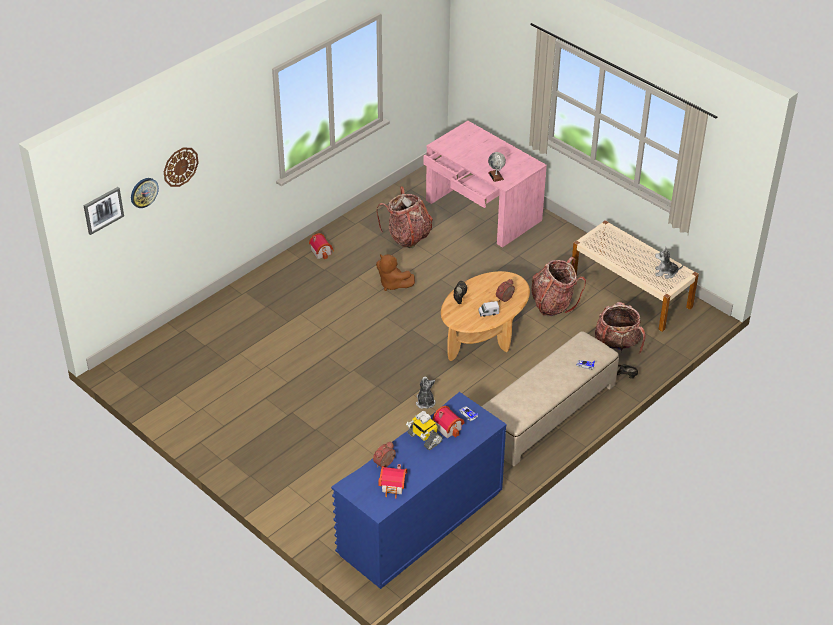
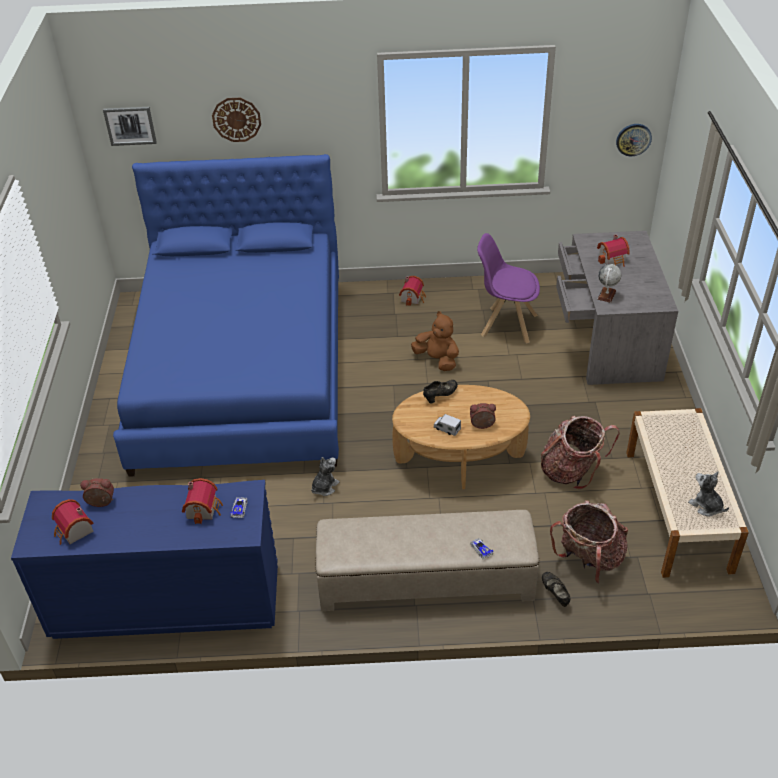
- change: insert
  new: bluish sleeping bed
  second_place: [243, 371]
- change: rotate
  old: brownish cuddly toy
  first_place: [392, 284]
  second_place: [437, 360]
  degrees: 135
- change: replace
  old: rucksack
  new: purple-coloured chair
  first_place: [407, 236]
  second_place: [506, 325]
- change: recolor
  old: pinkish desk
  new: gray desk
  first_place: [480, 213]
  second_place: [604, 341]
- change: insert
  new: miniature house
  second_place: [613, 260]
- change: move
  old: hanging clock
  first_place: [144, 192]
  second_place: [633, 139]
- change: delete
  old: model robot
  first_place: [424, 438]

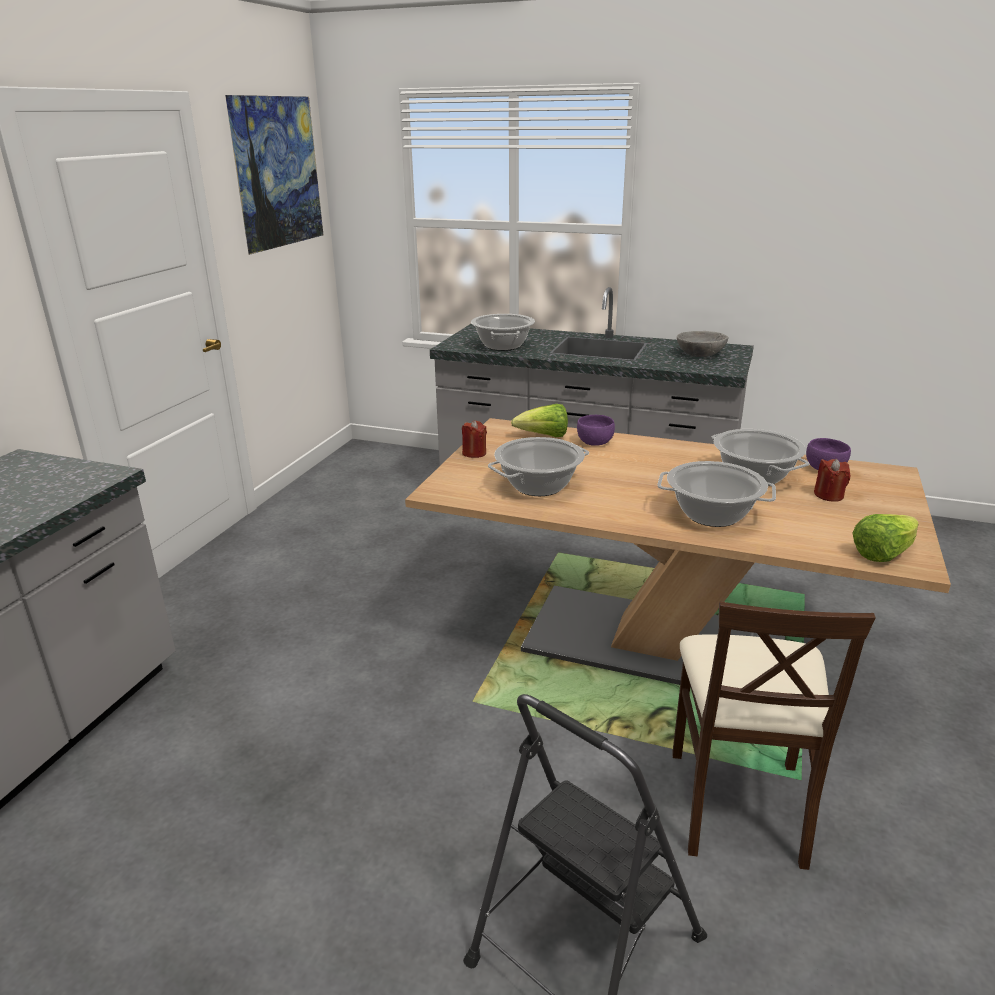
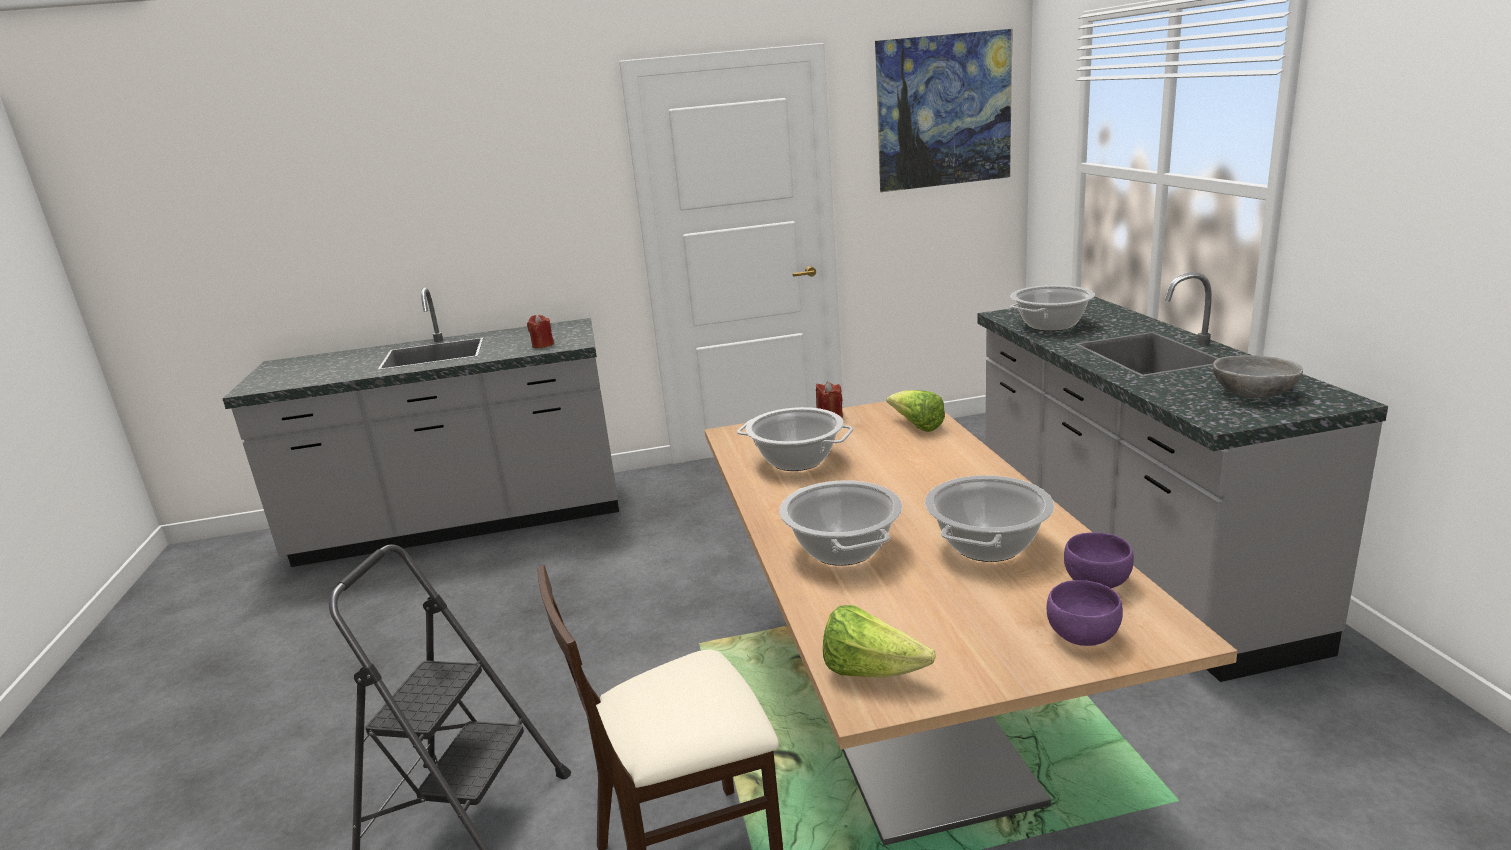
- change: move
  old: red-coloured candle
  first_place: [829, 495]
  second_place: [542, 345]
- change: move
  old: purple-coloured serving bowl
  first_place: [595, 442]
  second_place: [1082, 635]

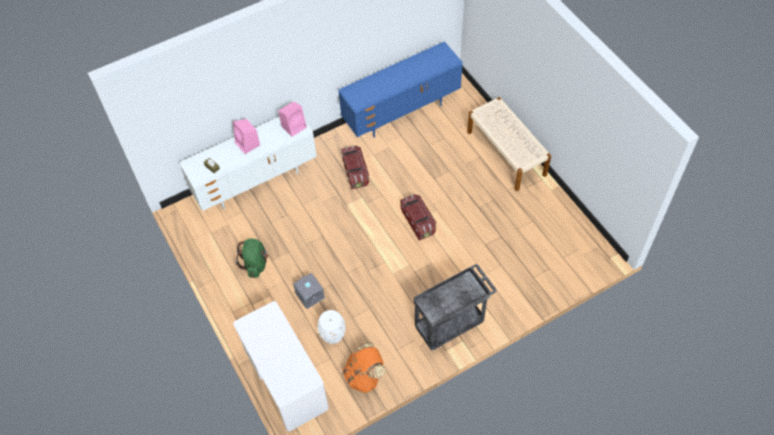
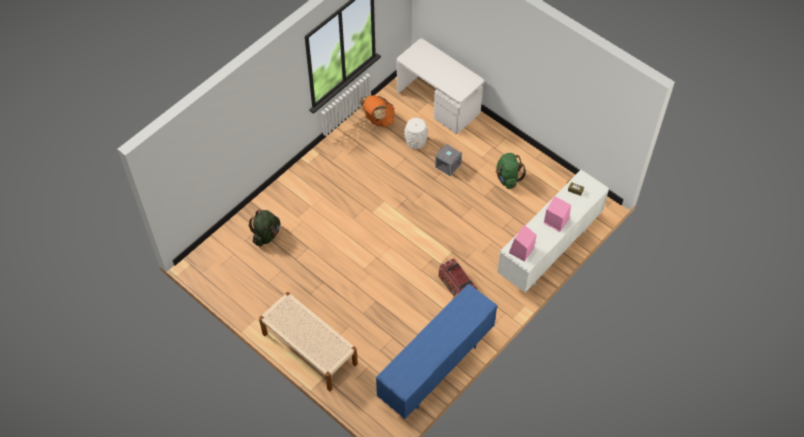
- change: insert
  new: green-coloured rucksack
  second_place: [266, 235]
- change: delete
  old: storage box
  first_place: [418, 222]
- change: delete
  old: gray wheeled cart
  first_place: [452, 325]

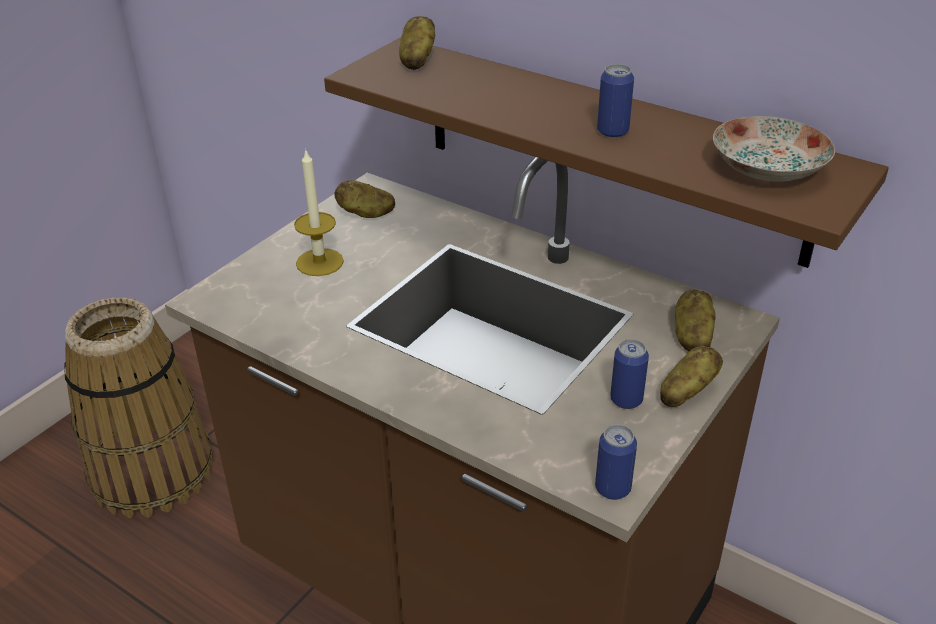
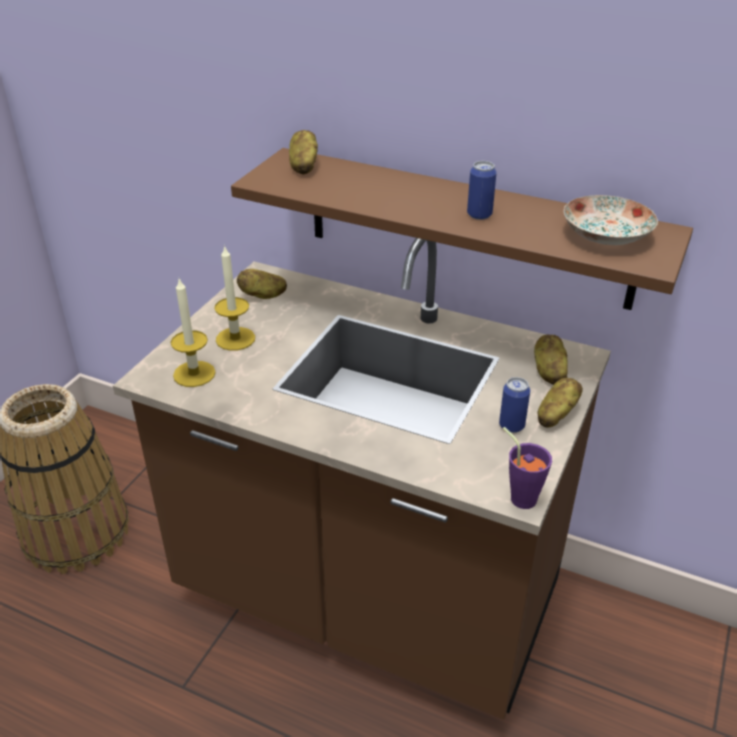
- change: insert
  new: candle
  second_place: [194, 374]
- change: replace
  old: sealed can
  new: purple-coloured cup
  first_place: [612, 488]
  second_place: [519, 495]

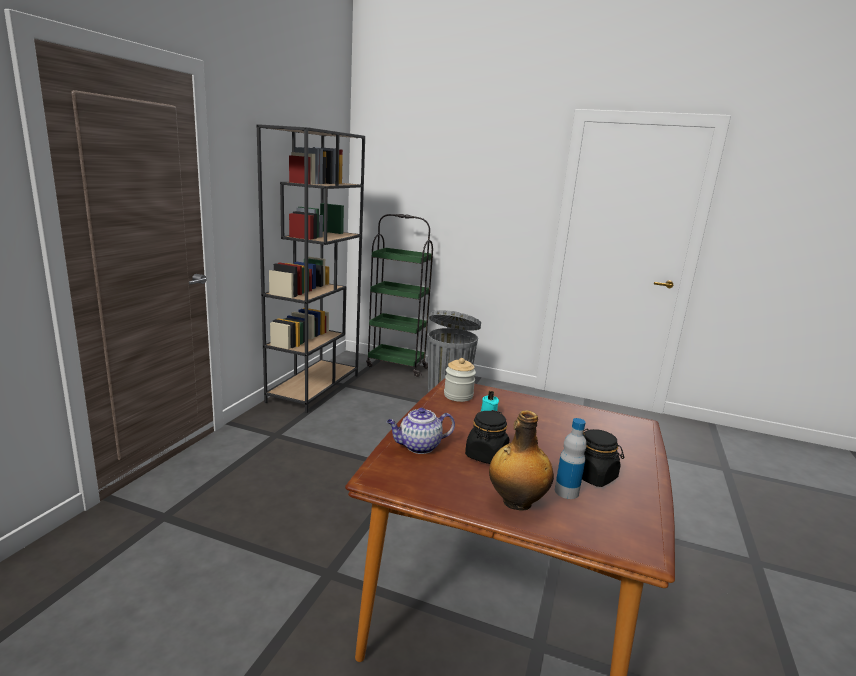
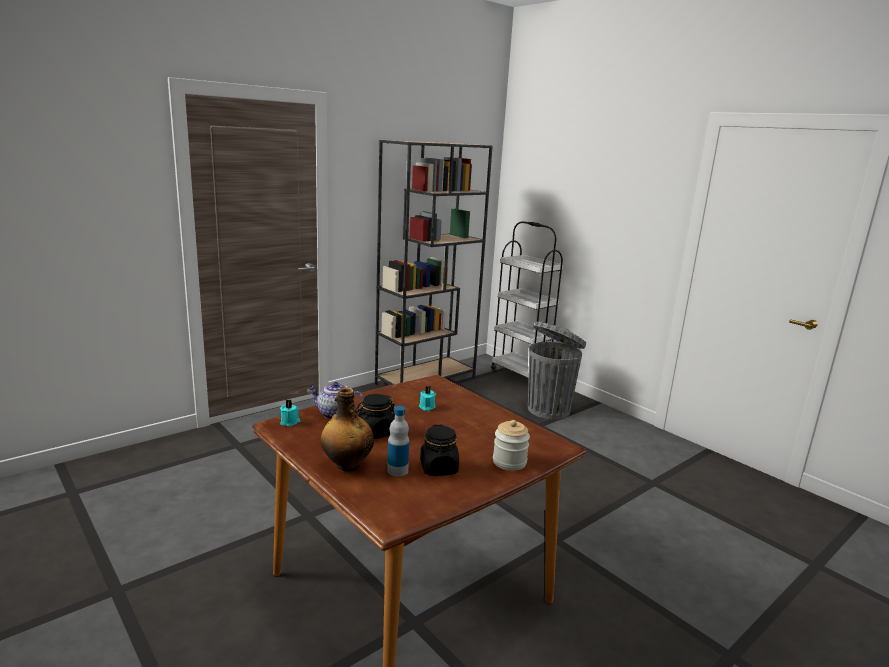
- change: insert
  new: turquoise candle
  second_place: [290, 422]
- change: recolor
  old: green-coloured wheeled cart
  new: white wheeled cart
  first_place: [397, 367]
  second_place: [520, 377]
- change: move
  old: storage jar
  first_place: [458, 396]
  second_place: [509, 462]

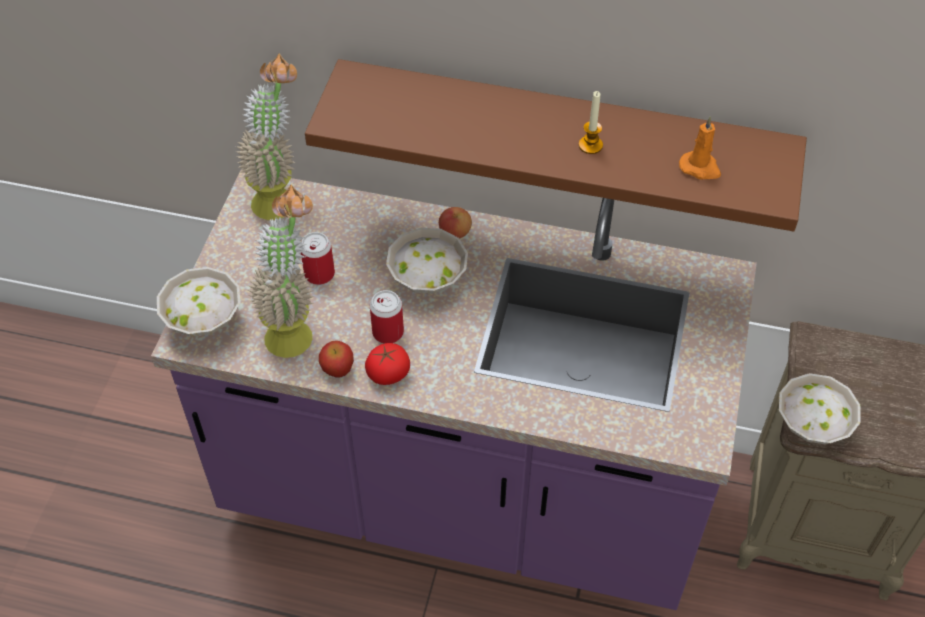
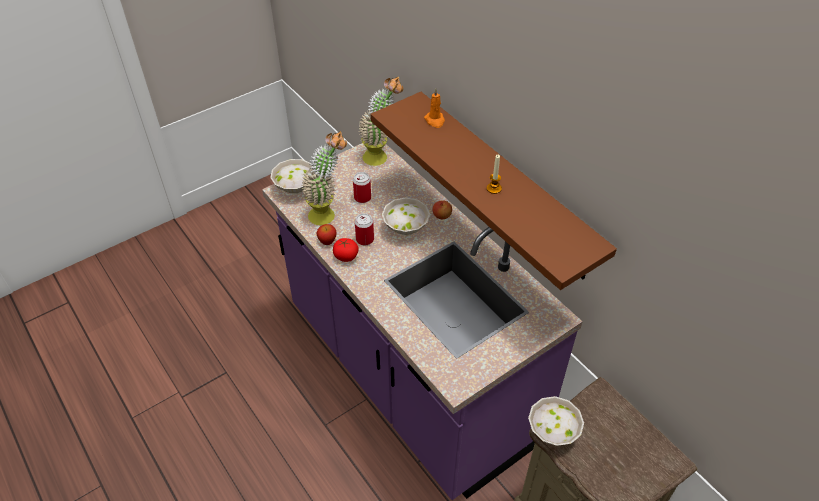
- change: move
  old: orangey candle
  first_place: [700, 168]
  second_place: [435, 121]

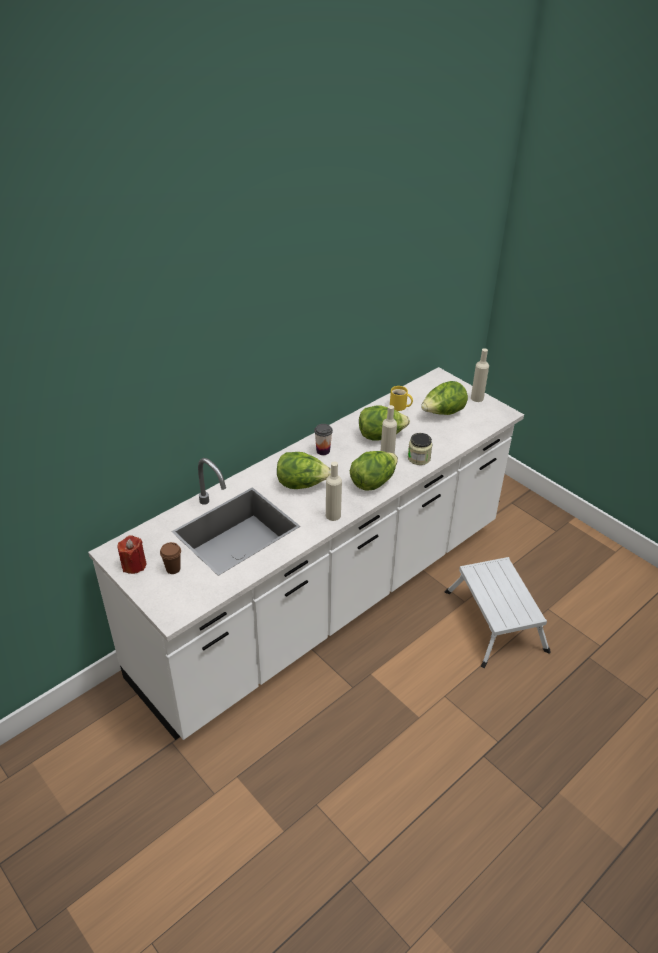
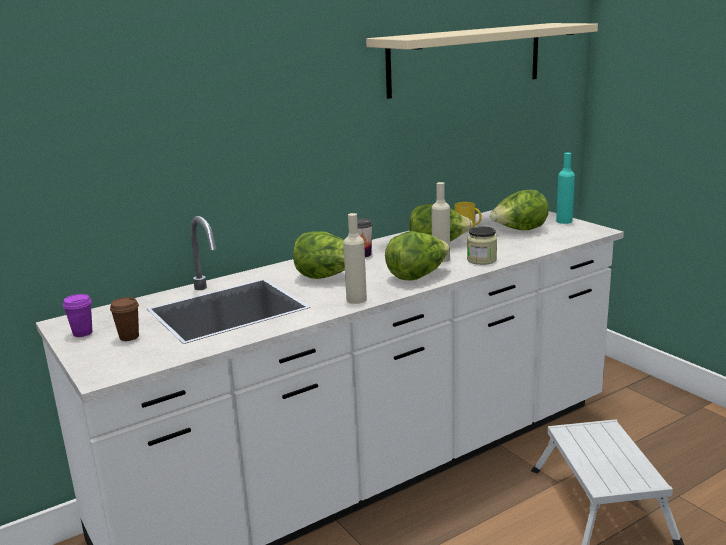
- change: replace
  old: red-coloured candle
  new: purple-coloured cup
  first_place: [134, 565]
  second_place: [82, 333]
- change: insert
  new: beige bracket shelf
  second_place: [466, 59]
- change: recolor
  old: beige drink bottle
  new: turquoise drink bottle
  first_place: [477, 398]
  second_place: [564, 221]

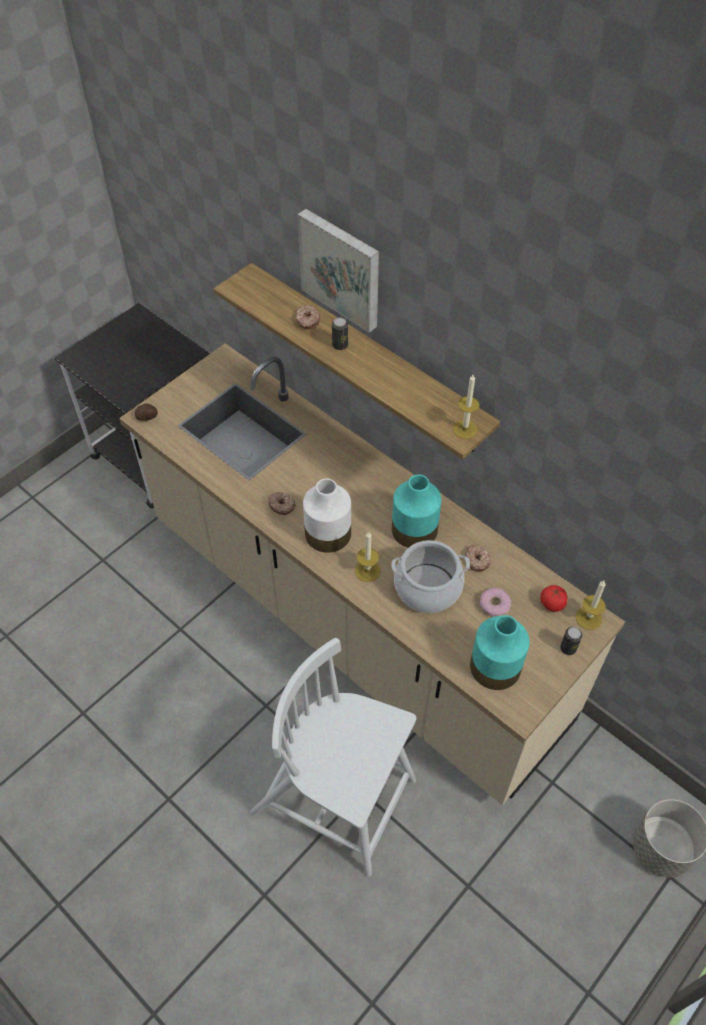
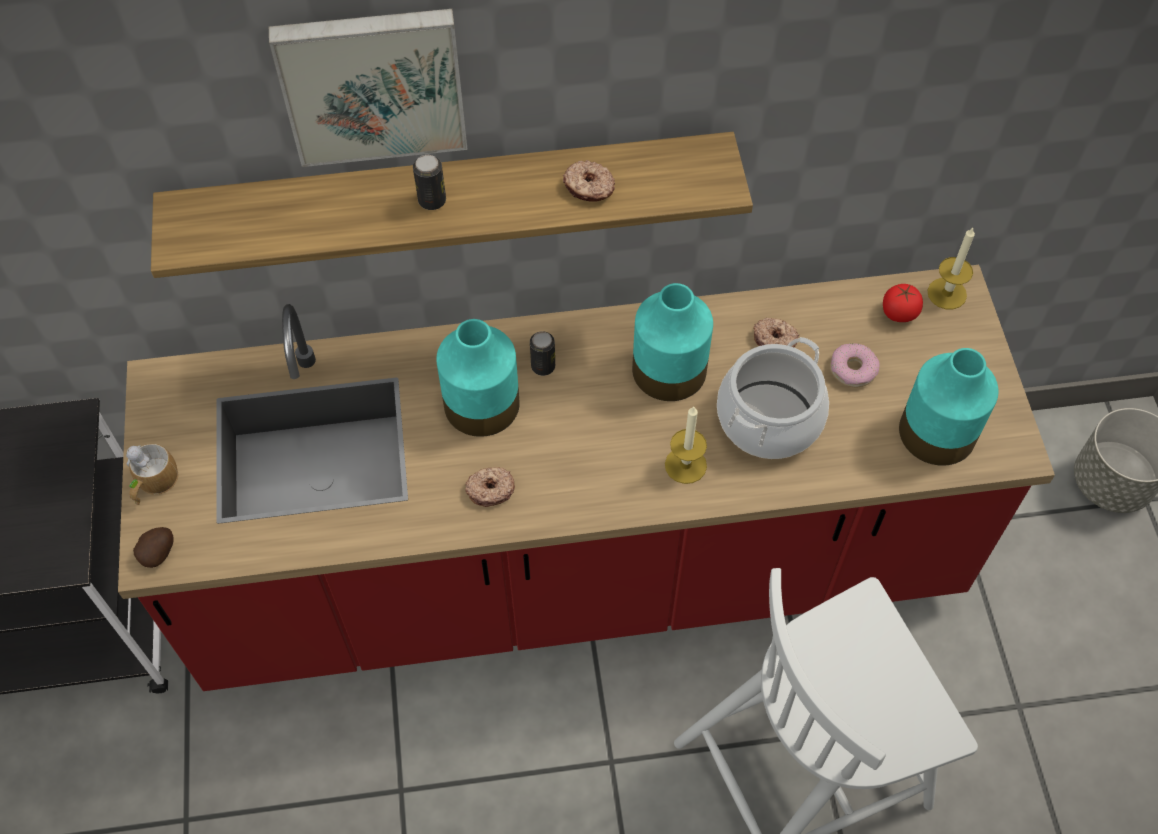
- change: recolor
  old: beige counter
  new: red-coloured counter
  first_place: [353, 620]
  second_place: [579, 569]
- change: insert
  new: mug
  second_place: [153, 483]
- change: insert
  new: turquoise decorative vase
  second_place: [482, 404]
- change: move
  old: sealed can
  first_place: [568, 648]
  second_place: [543, 366]
- change: move
  old: doughnut
  first_place: [307, 321]
  second_place: [589, 188]
- change: delete
  old: white decorative vase
  first_place: [327, 532]
- change: delete
  old: candle
  first_place: [465, 429]

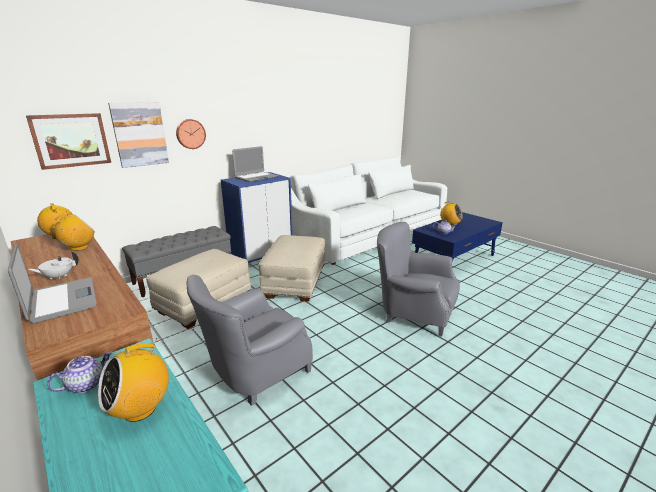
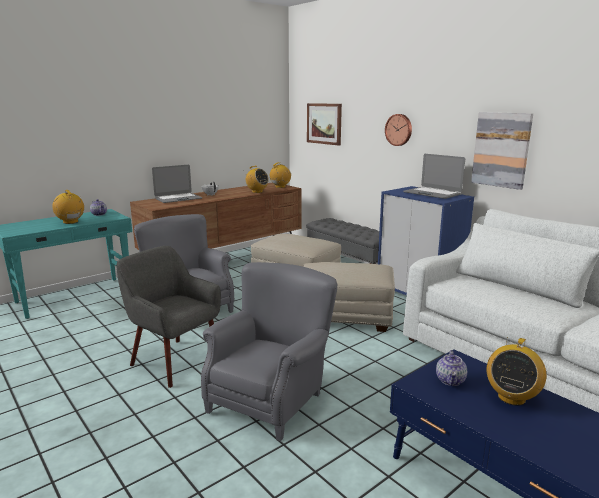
- change: insert
  new: gray armchair
  second_place: [174, 361]
- change: move
  old: wall picture
  first_place: [140, 134]
  second_place: [501, 150]

